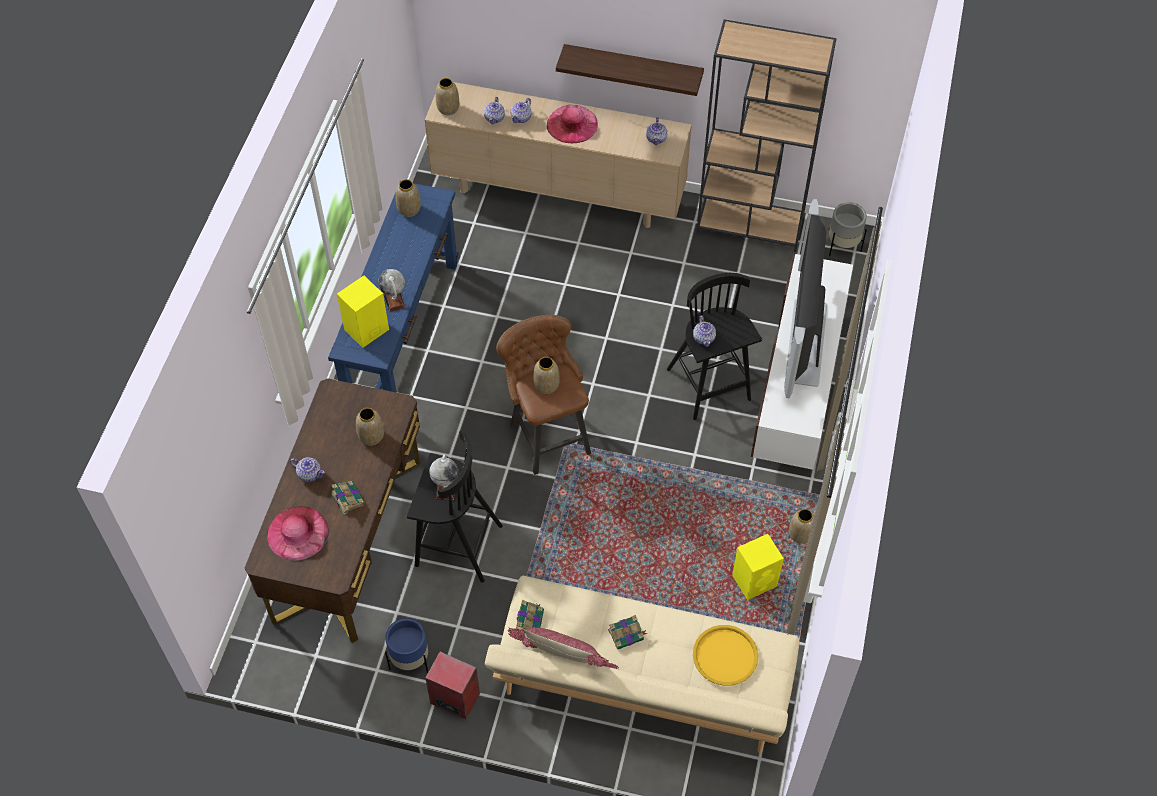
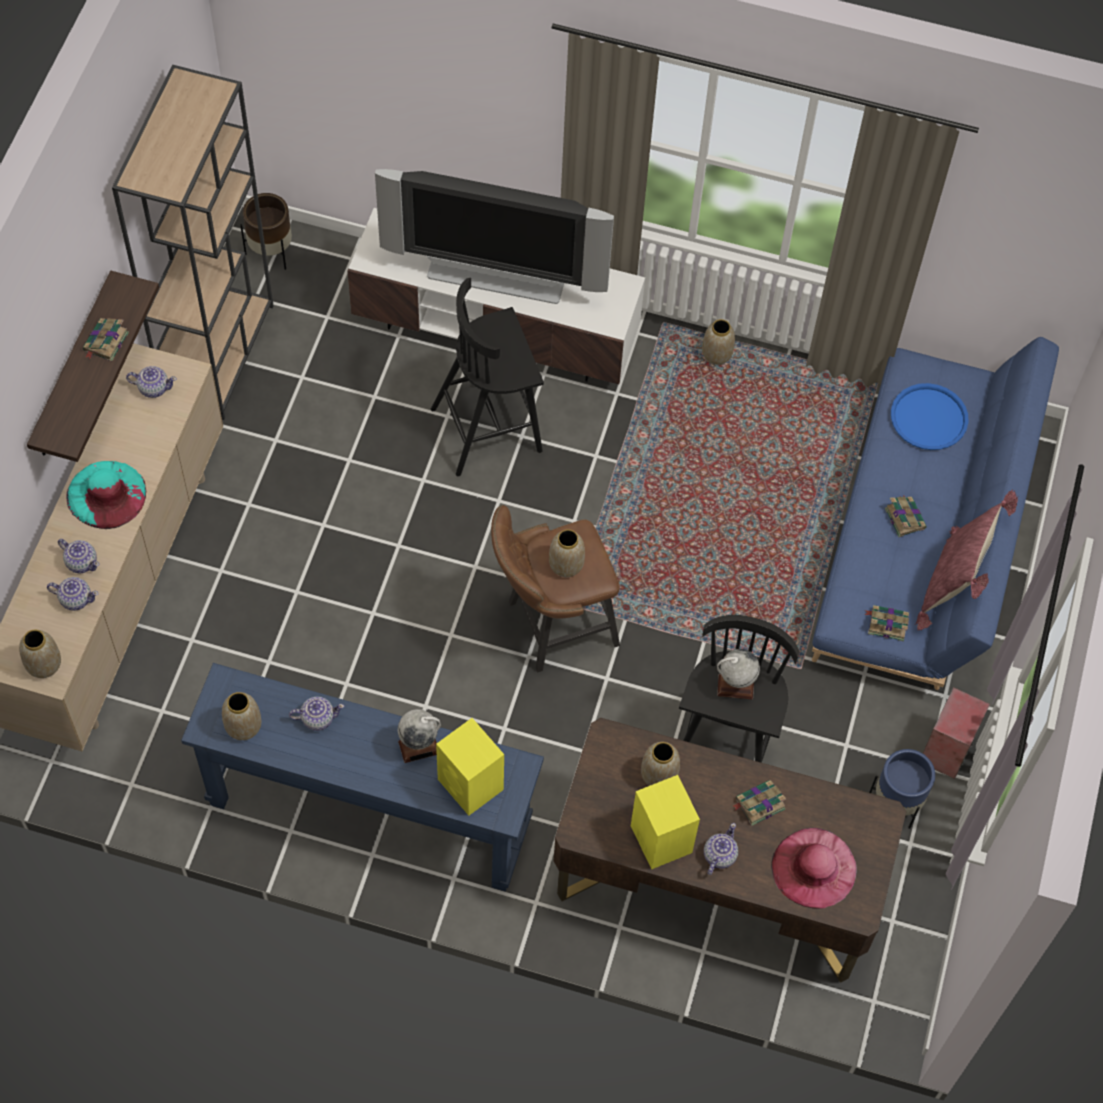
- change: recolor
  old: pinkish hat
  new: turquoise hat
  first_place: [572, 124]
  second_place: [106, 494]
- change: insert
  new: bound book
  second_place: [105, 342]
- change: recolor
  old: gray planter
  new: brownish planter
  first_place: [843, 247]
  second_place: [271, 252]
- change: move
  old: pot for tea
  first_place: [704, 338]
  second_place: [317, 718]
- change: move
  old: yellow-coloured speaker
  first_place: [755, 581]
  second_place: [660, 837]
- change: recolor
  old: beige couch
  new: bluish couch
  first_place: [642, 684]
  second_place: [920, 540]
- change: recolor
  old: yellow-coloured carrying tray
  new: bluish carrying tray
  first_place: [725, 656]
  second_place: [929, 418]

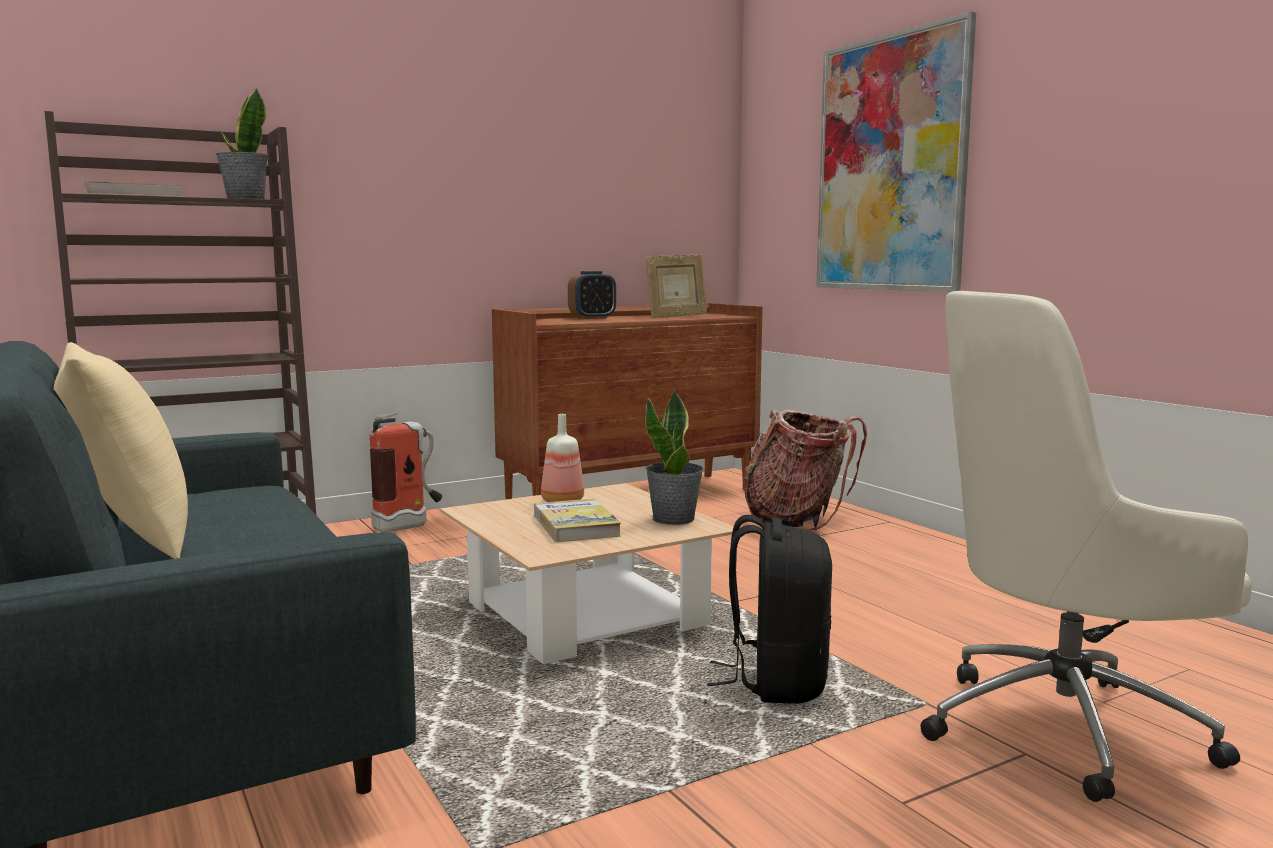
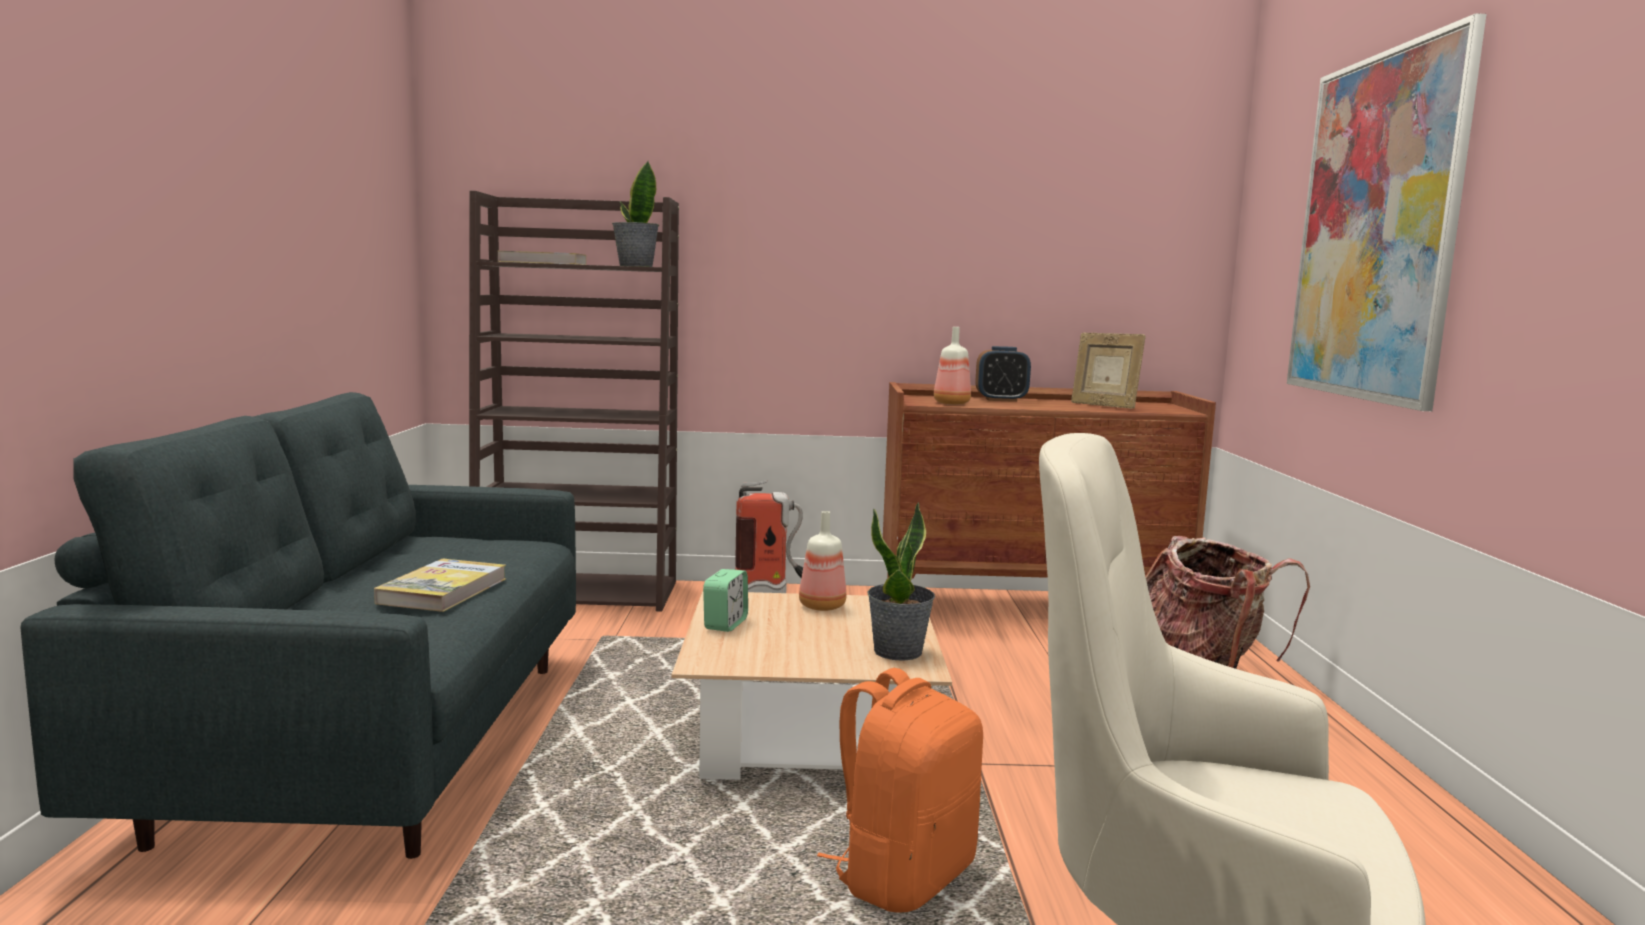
- change: move
  old: bound book
  first_place: [575, 525]
  second_place: [443, 591]
- change: insert
  new: alarm clock
  second_place: [725, 624]
- change: recolor
  old: blackish rucksack
  new: orangey rucksack
  first_place: [776, 682]
  second_place: [902, 876]
- change: insert
  new: drink bottle
  second_place: [950, 403]
- change: rotate
  old: picture frame
  first_place: [676, 317]
  second_place: [1104, 406]
  degrees: 60
- change: delete
  old: beige cushion
  first_place: [130, 539]

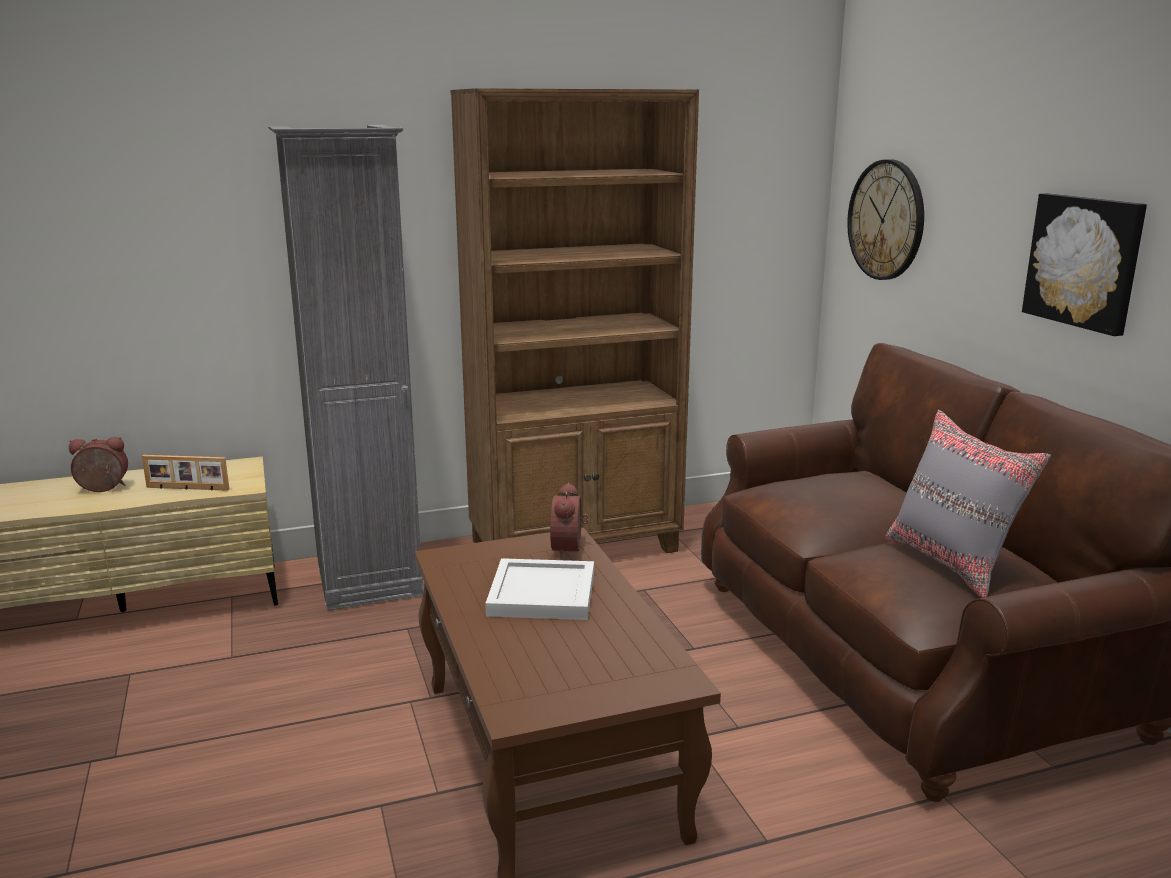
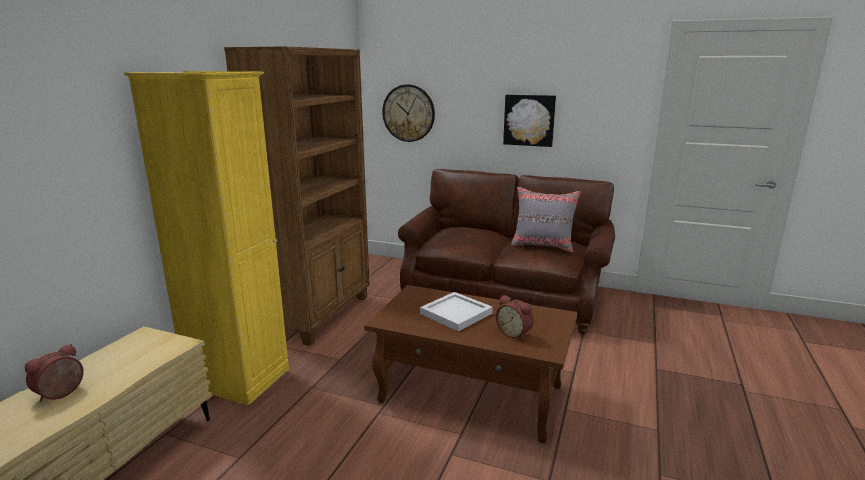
- change: recolor
  old: gray cabinet
  new: yellow-coloured cabinet
  first_place: [370, 578]
  second_place: [239, 378]
- change: move
  old: alarm clock
  first_place: [570, 548]
  second_place: [515, 333]
- change: delete
  old: picture frame
  first_place: [187, 489]

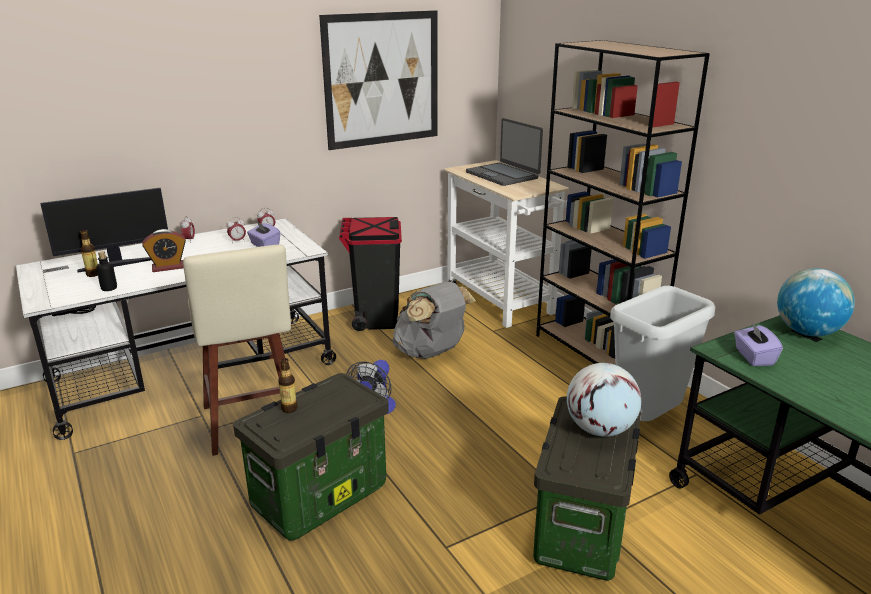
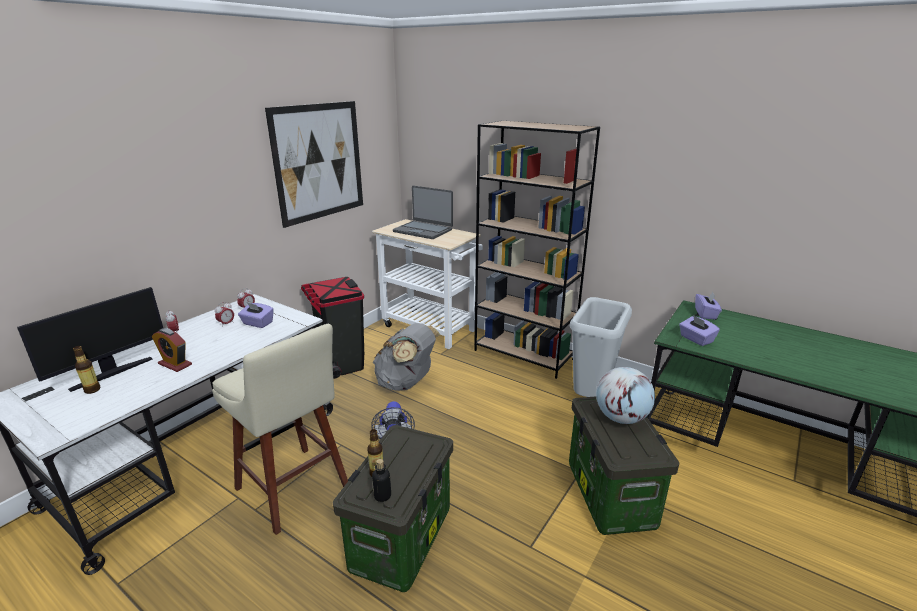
- change: rotate
  old: alarm clock
  first_place: [168, 267]
  second_place: [175, 364]
  degrees: 75
- change: move
  old: drink bottle
  first_place: [109, 288]
  second_place: [382, 496]
- change: replace
  old: world globe
  new: purple-coloured tissue holder
  first_place: [807, 332]
  second_place: [706, 314]

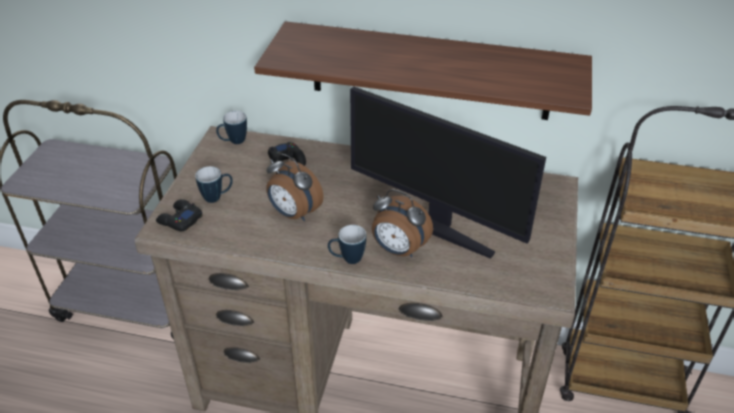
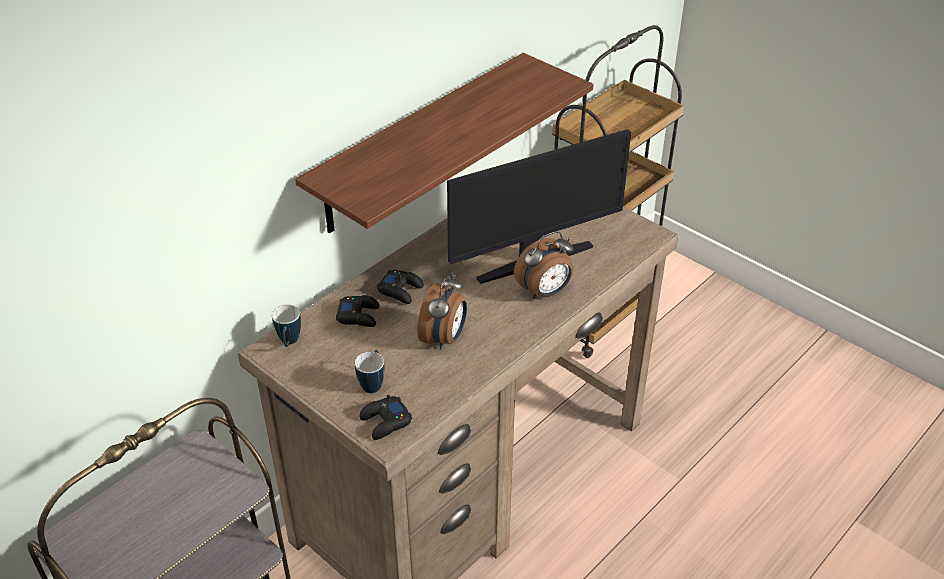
- change: insert
  new: blackish gamepad
  second_place: [401, 290]
- change: rotate
  old: alarm clock
  first_place: [294, 214]
  second_place: [444, 338]
  degrees: -45
- change: delete
  old: mug
  first_place: [347, 259]

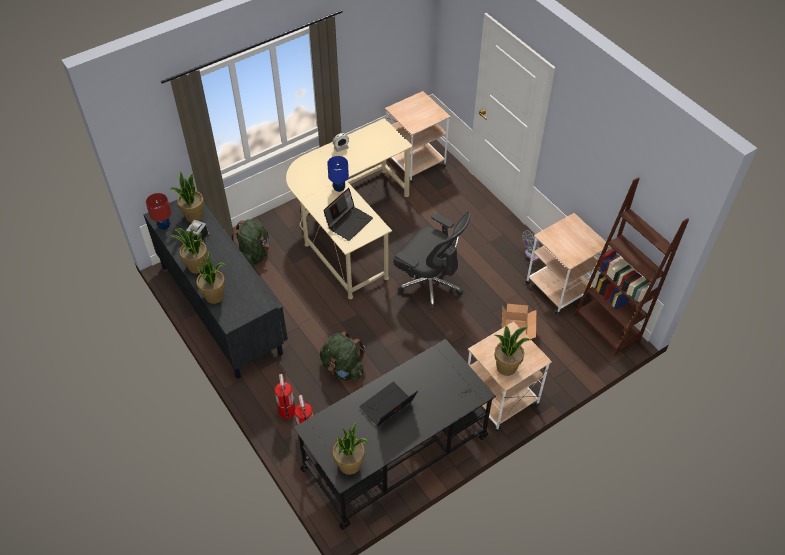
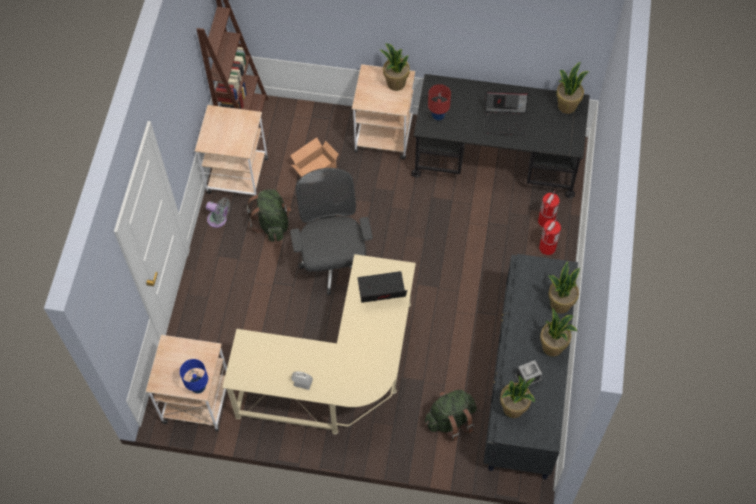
- change: move
  old: bluish table lamp
  first_place: [339, 189]
  second_place: [199, 387]
- change: move
  old: green-coloured rucksack
  first_place: [343, 368]
  second_place: [272, 224]
- change: move
  old: red-coloured table lamp
  first_place: [165, 226]
  second_place: [437, 116]

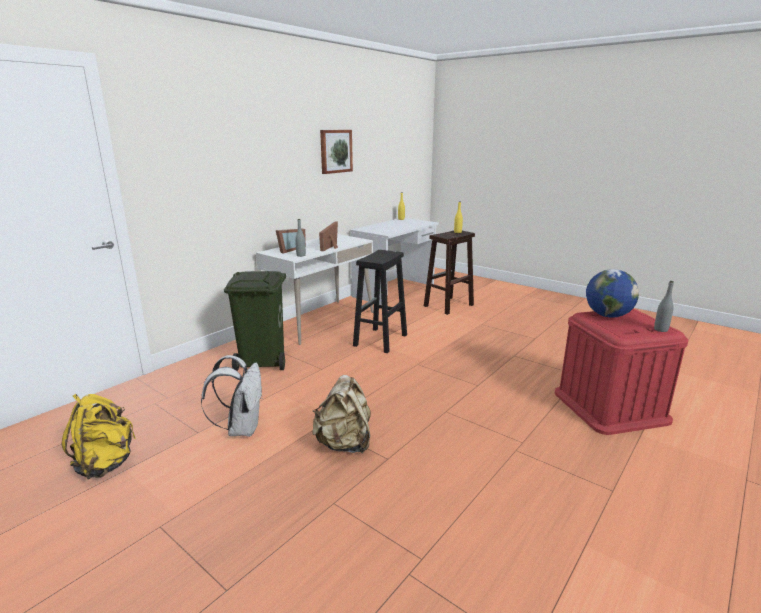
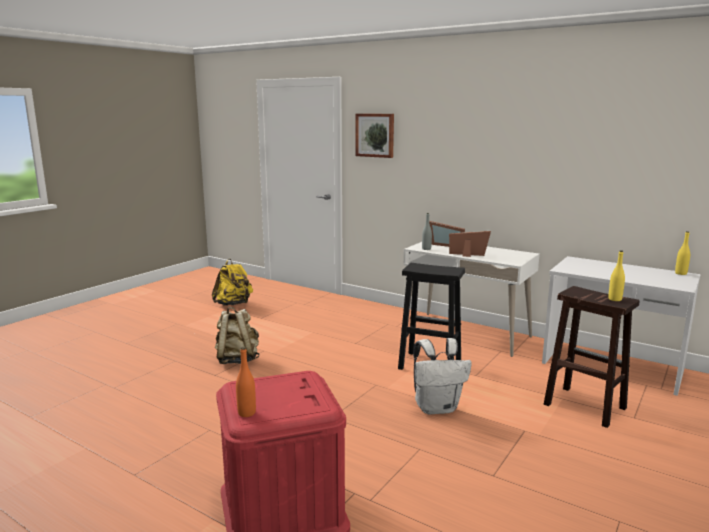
- change: recolor
  old: gray drink bottle
  new: orangey drink bottle
  first_place: [660, 329]
  second_place: [246, 413]
- change: move
  old: wall picture
  first_place: [335, 151]
  second_place: [375, 135]
- change: move
  old: white rucksack
  first_place: [242, 428]
  second_place: [437, 408]
- change: delete
  old: green-coloured trash can
  first_place: [264, 361]
- change: delete
  old: world globe
  first_place: [607, 315]

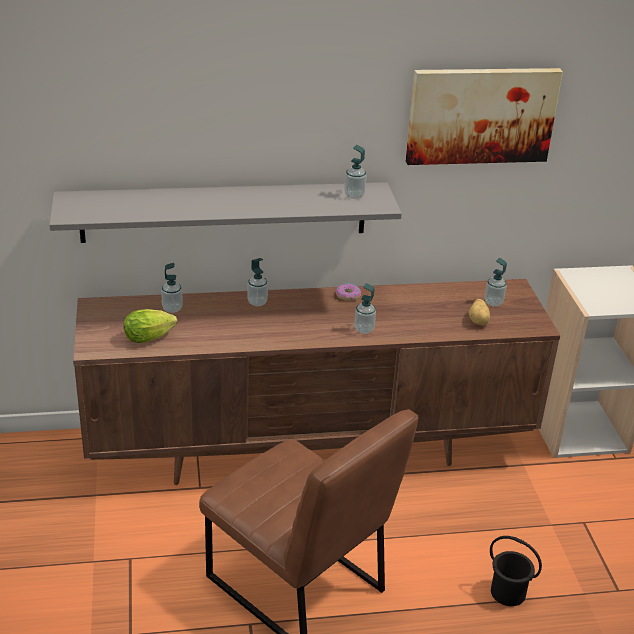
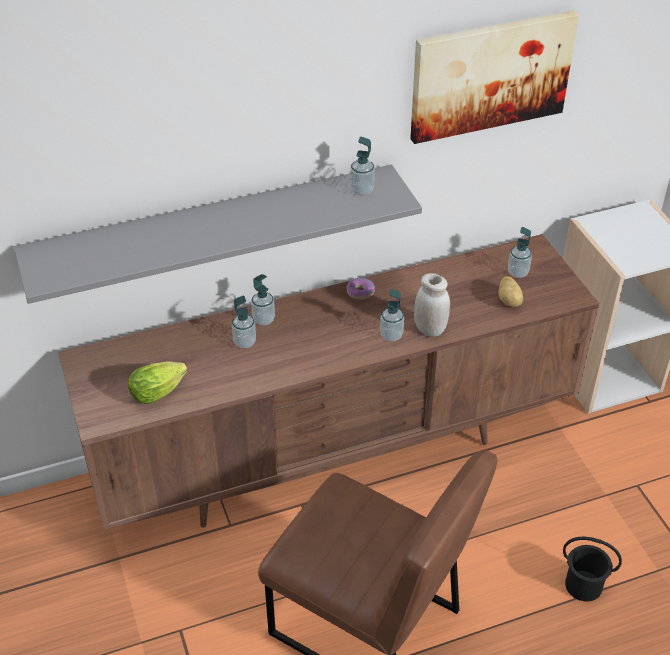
- change: move
  old: soap bottle
  first_place: [172, 308]
  second_place: [244, 342]
- change: insert
  new: white storage jar
  second_place: [430, 329]

